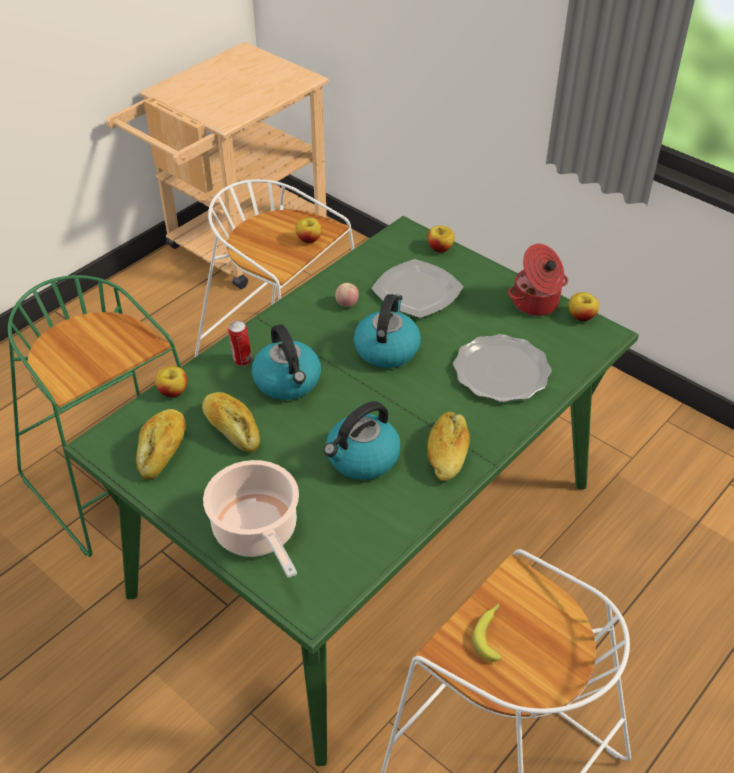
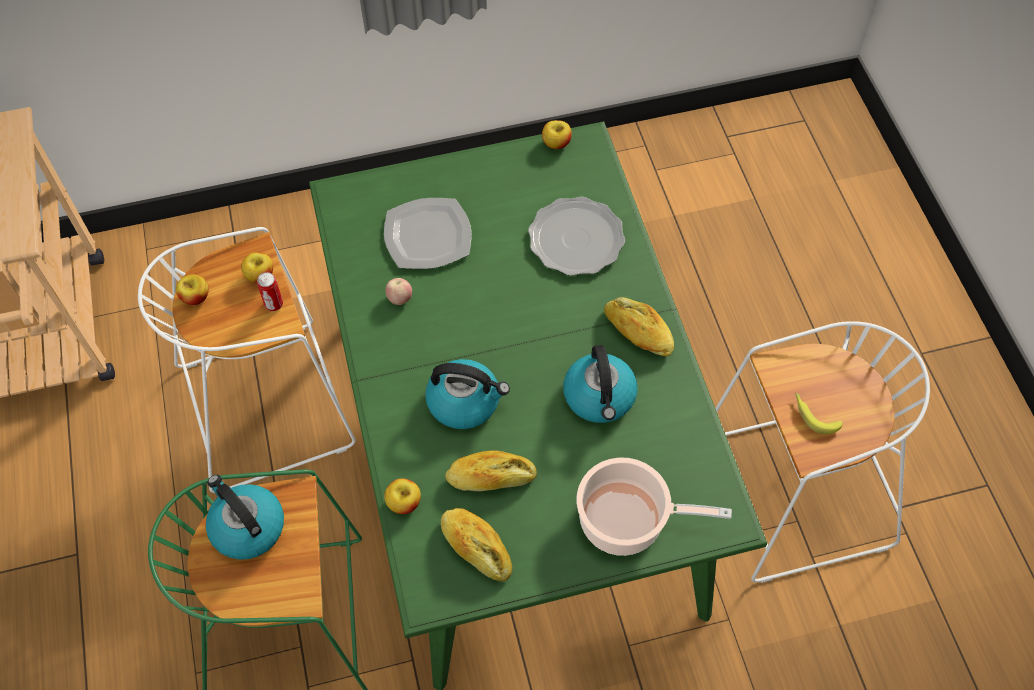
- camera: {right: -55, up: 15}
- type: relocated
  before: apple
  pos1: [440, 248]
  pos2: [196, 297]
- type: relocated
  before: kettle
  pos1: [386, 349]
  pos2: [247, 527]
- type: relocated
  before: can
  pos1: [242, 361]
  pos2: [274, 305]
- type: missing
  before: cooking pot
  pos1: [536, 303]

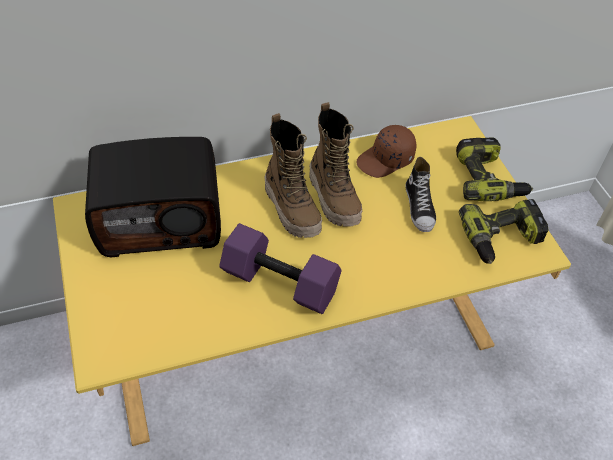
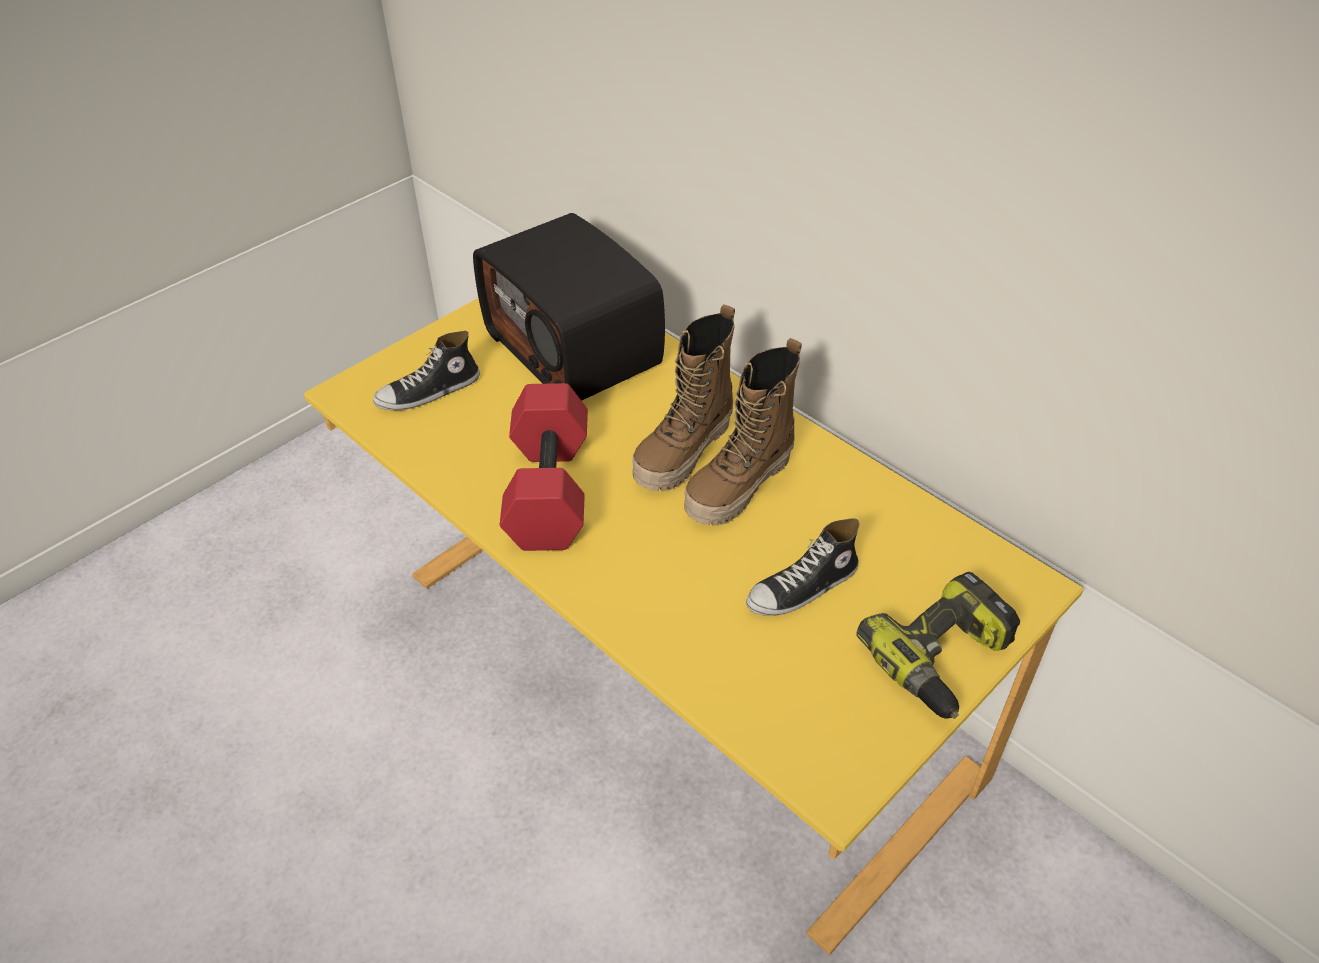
- camera: {right: 65, up: -5}
- type: appeared
  after: shoe
  pos2: [429, 392]
- type: colour
  before: dumbbell (purple)
  after: dumbbell (red)
  pos1: [278, 283]
  pos2: [546, 489]
- type: missing
  before: cap (brown)
  pos1: [386, 160]
- type: missing
  before: power drill
  pos1: [501, 239]

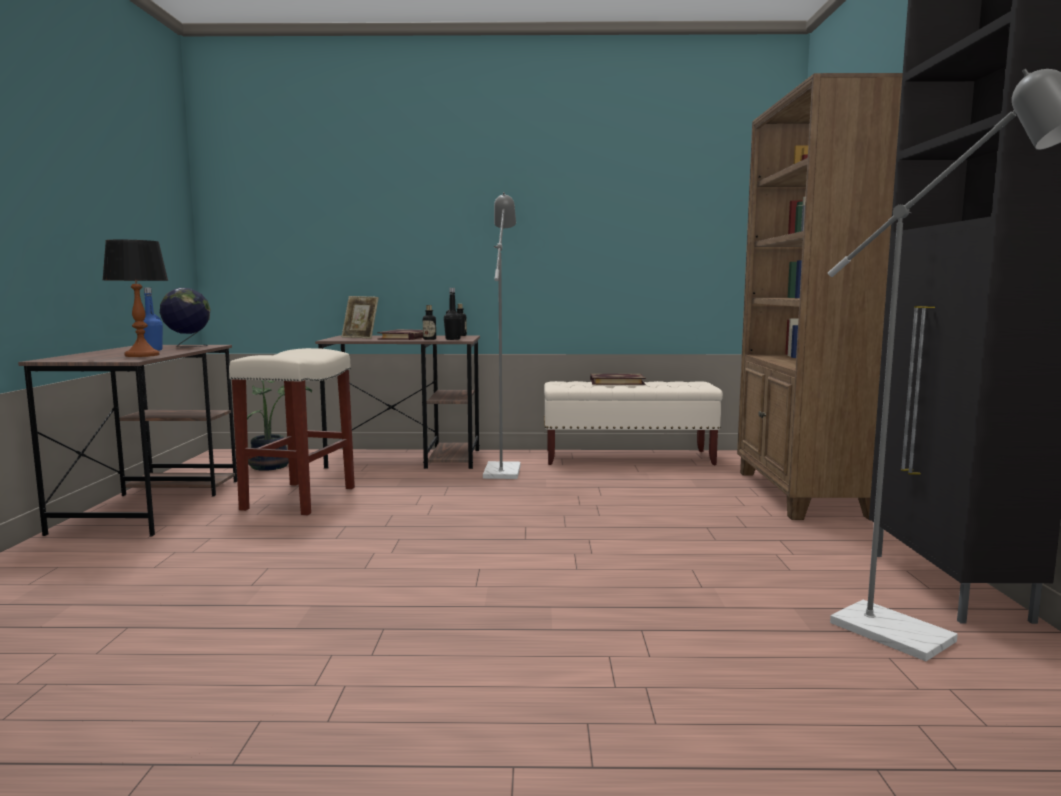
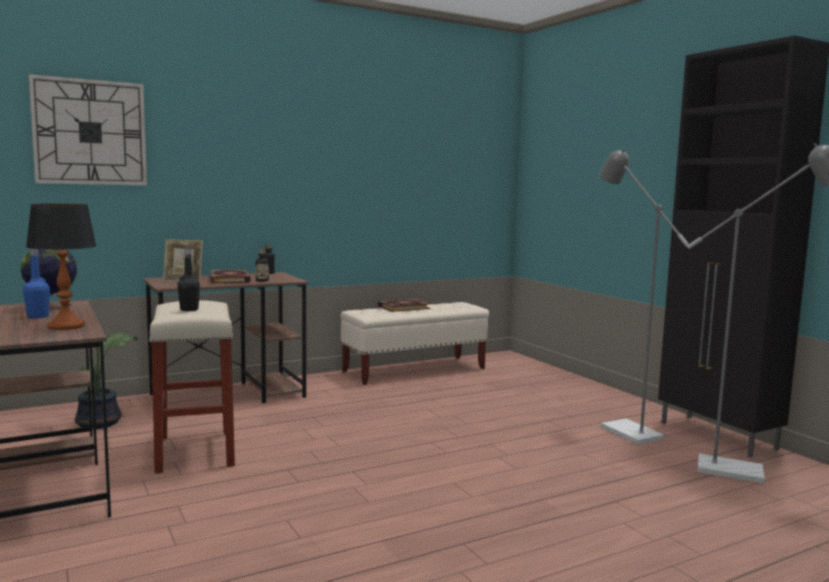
- camera: {right: -30, up: 0}
- type: appeared
  after: wall clock
  pos2: [90, 132]
- type: relocated
  before: bottle (black)
  pos1: [453, 339]
  pos2: [189, 310]
- type: relocated
  before: floor lamp (grey)
  pos1: [502, 469]
  pos2: [623, 429]
- type: missing
  before: bookcase (brown)
  pos1: [801, 494]

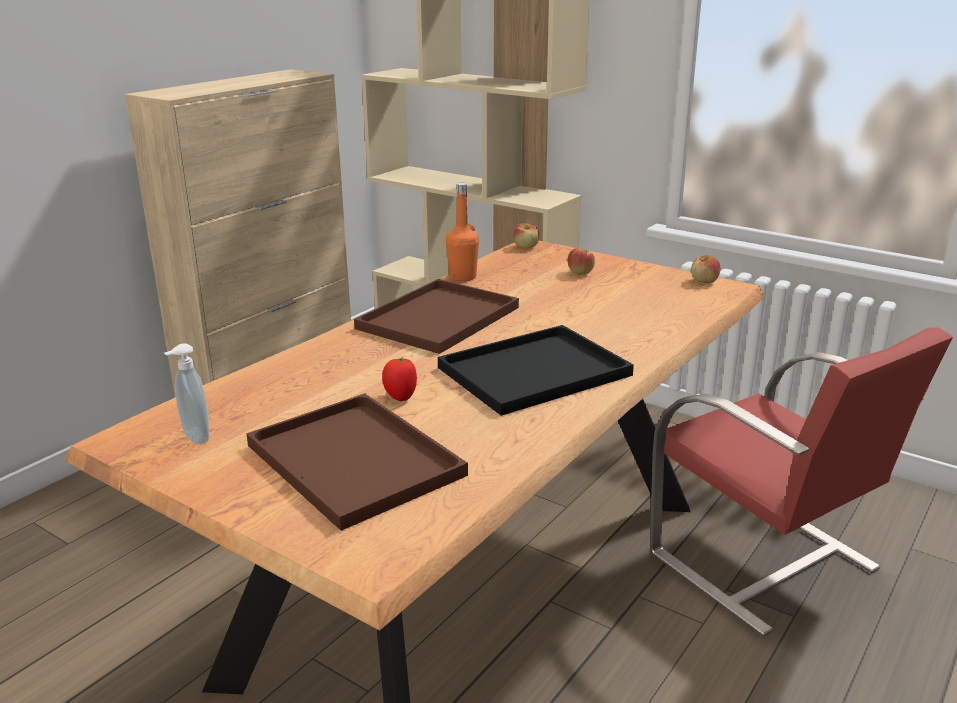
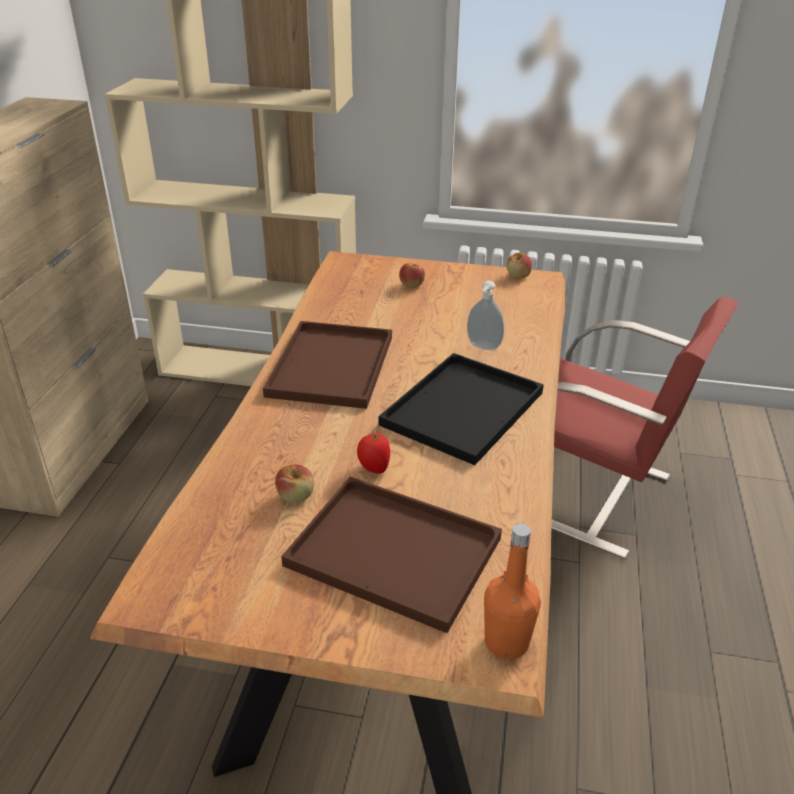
- camera: {right: -25, up: 10}
- type: relocated
  before: apple
  pos1: [526, 246]
  pos2: [296, 496]
- type: relocated
  before: soap dispenser
  pos1: [194, 438]
  pos2: [483, 347]
- type: relocated
  before: bottle (orange)
  pos1: [462, 277]
  pos2: [506, 642]

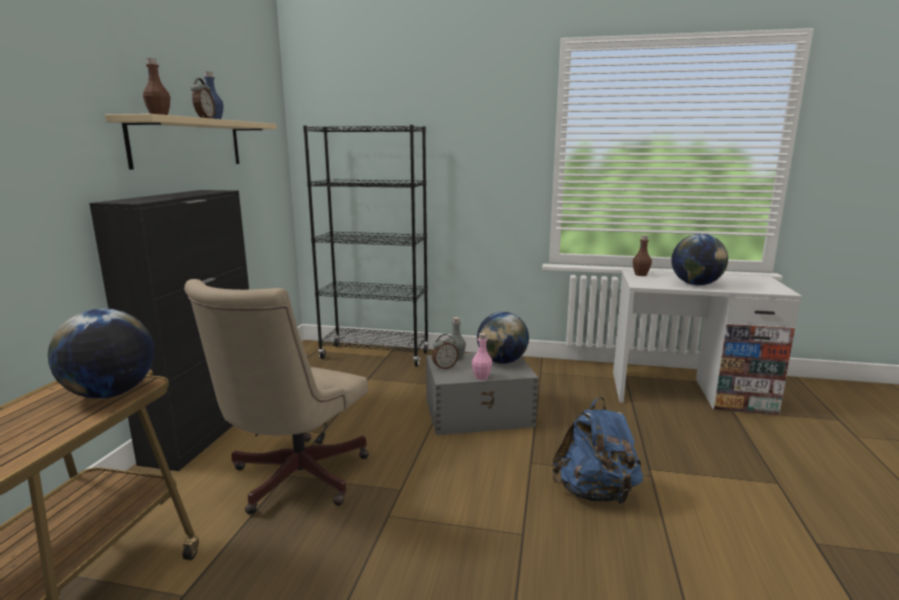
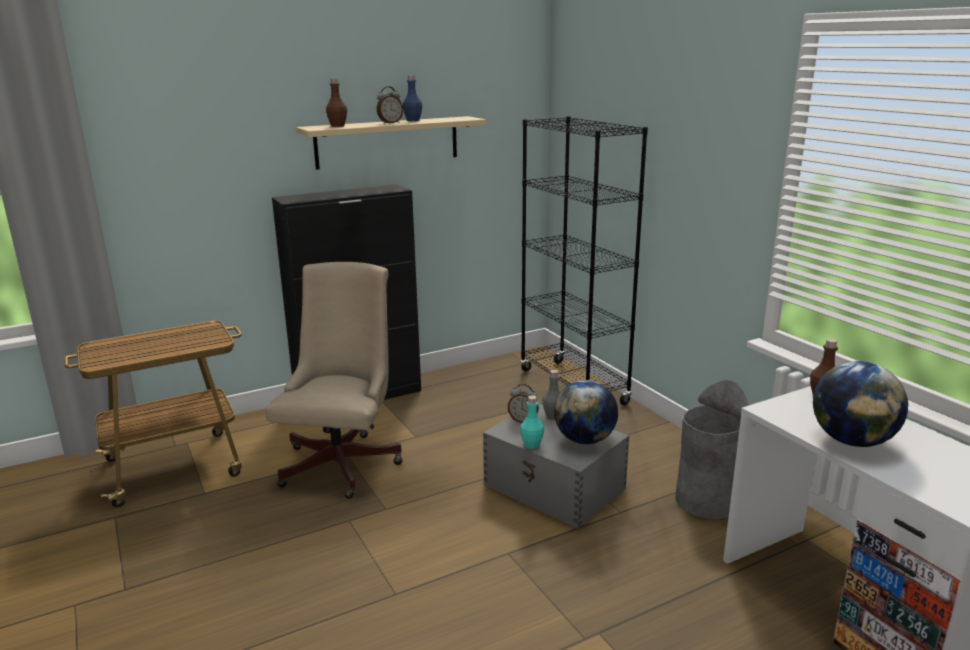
- camera: {right: 50, up: 5}
- type: spun
  before: office chair (beige)
  pos1: [293, 480]
  pos2: [344, 461]
  turn: 120
- type: colour
  before: bottle (pink)
  after: bottle (turquoise)
  pos1: [481, 377]
  pos2: [531, 445]
- type: appeared
  after: trash can (grey)
  pos2: [706, 501]
- type: missing
  before: globe
  pos1: [111, 394]
- type: missing
  before: backpack (blue)
  pos1: [595, 493]

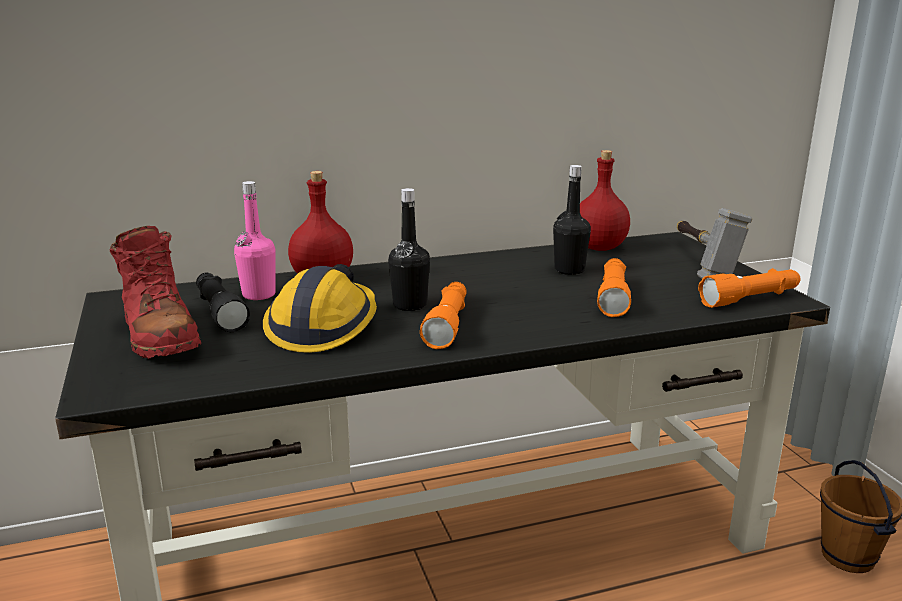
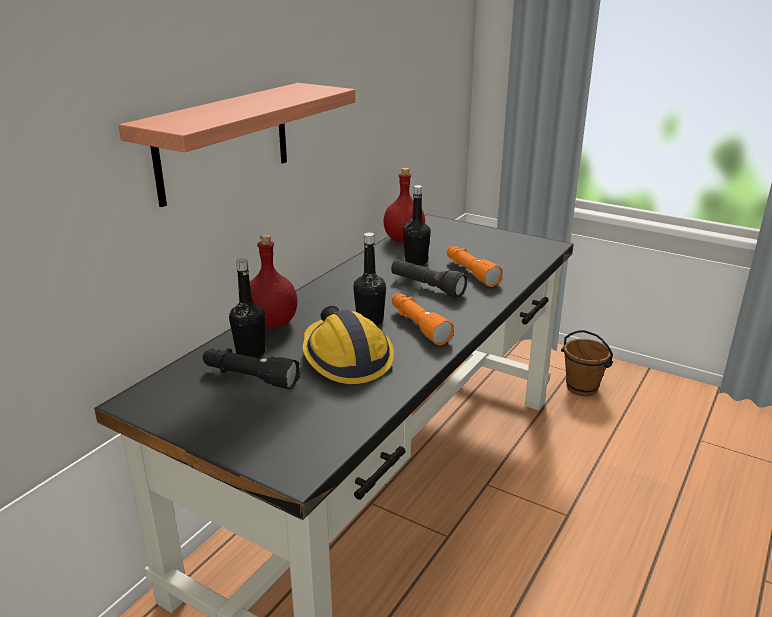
- camera: {right: -40, up: 5}
- type: appeared
  after: shelf
  pos2: [224, 142]
- type: colour
  before: bottle (pink)
  after: bottle (black)
  pos1: [259, 295]
  pos2: [250, 353]
- type: appeared
  after: flashlight (black)
  pos2: [426, 287]
- type: missing
  before: boot (red)
  pos1: [159, 335]
- type: missing
  before: hammer
  pos1: [701, 266]
- type: missing
  before: flashlight (orange)
  pos1: [750, 299]

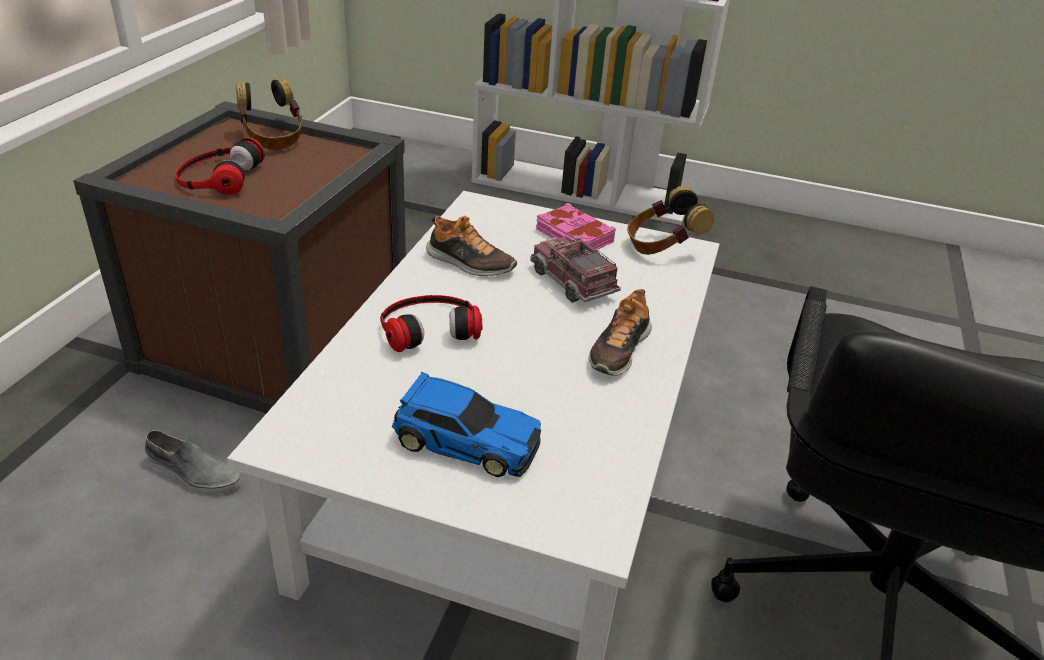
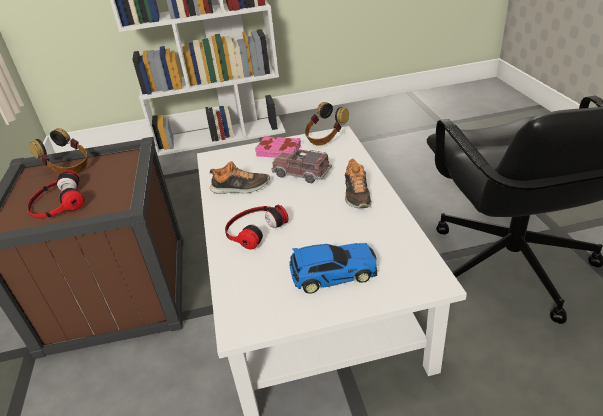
- camera: {right: -25, up: 0}
- type: missing
  before: shoe (grey)
  pos1: [193, 473]

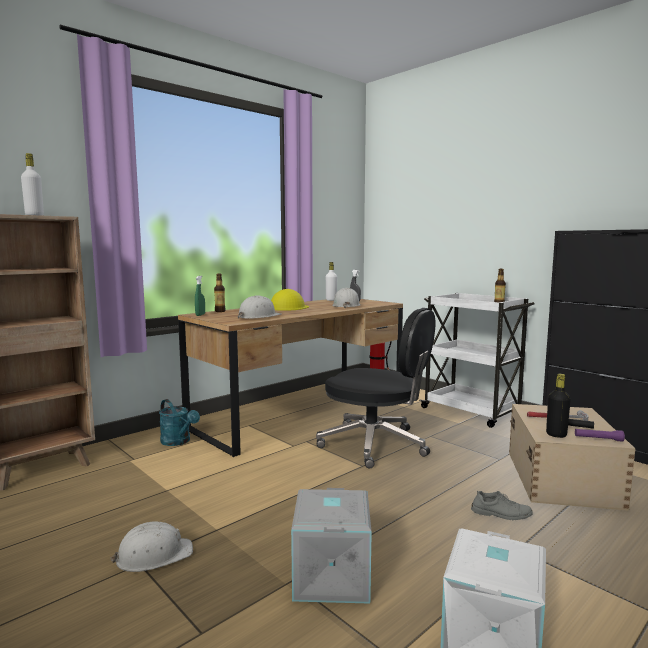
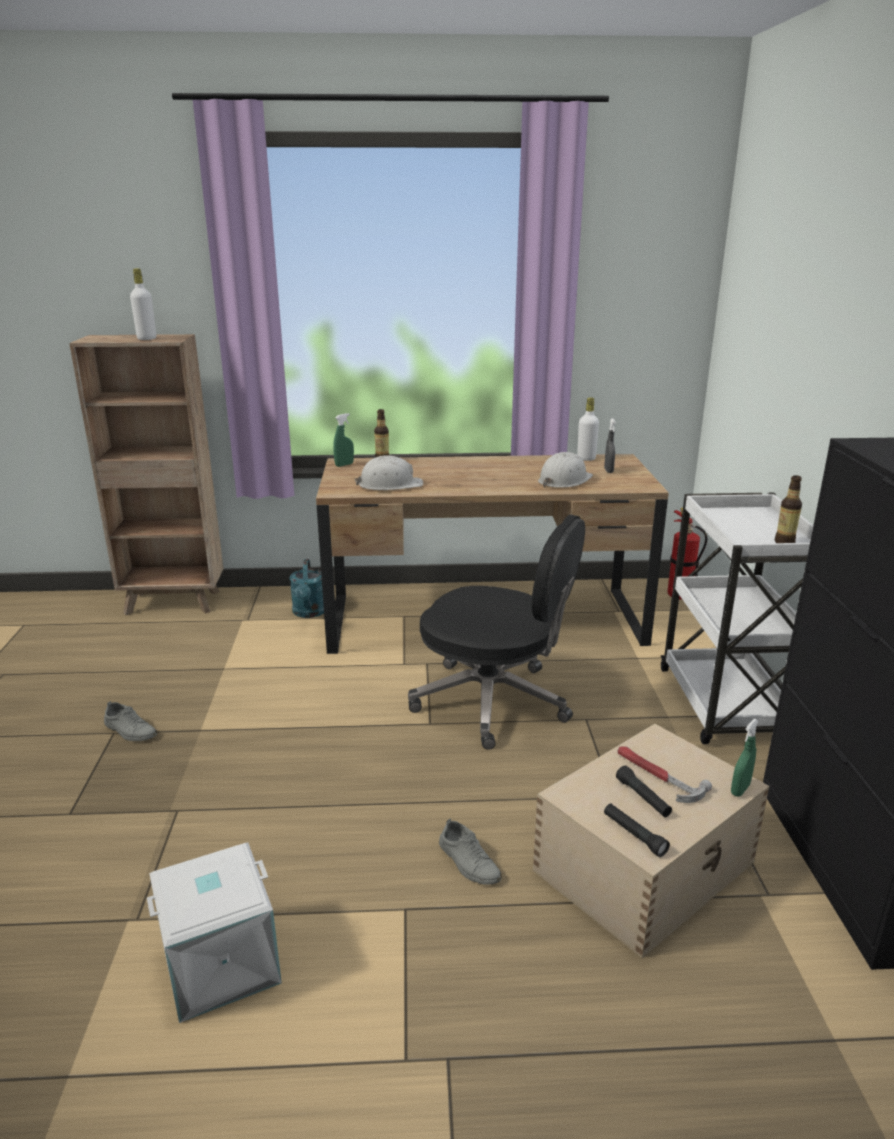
- camera: {right: 40, up: 15}
- type: exchanged
  before: hard hat (white)
  after: shoe (grey)
  pos1: [154, 555]
  pos2: [130, 730]
- type: spun
  before: office chair (black)
  pos1: [375, 444]
  pos2: [494, 702]
  turn: -45
- type: colour
  before: flashlight (purple)
  after: flashlight (black)
  pos1: [598, 439]
  pos2: [634, 835]
- type: appeared
  after: spray bottle (green)
  pos2: [740, 789]
- type: missing
  before: hard hat (yellow)
  pos1: [288, 307]
- type: missing
  before: storage box (grey)
  pos1: [330, 576]
- type: missing
  before: bottle (black)
  pos1: [556, 435]

